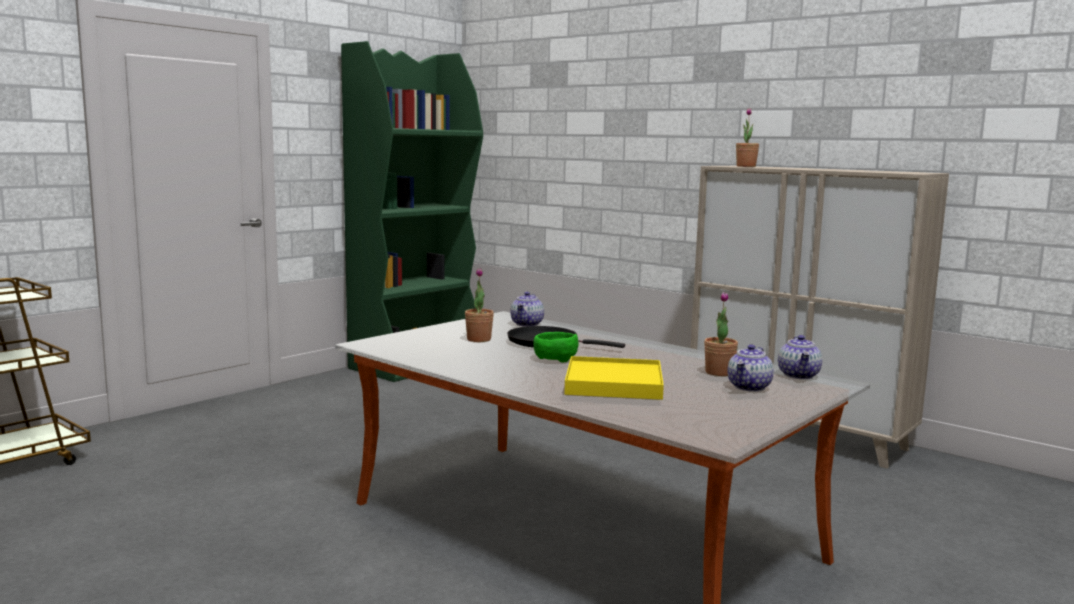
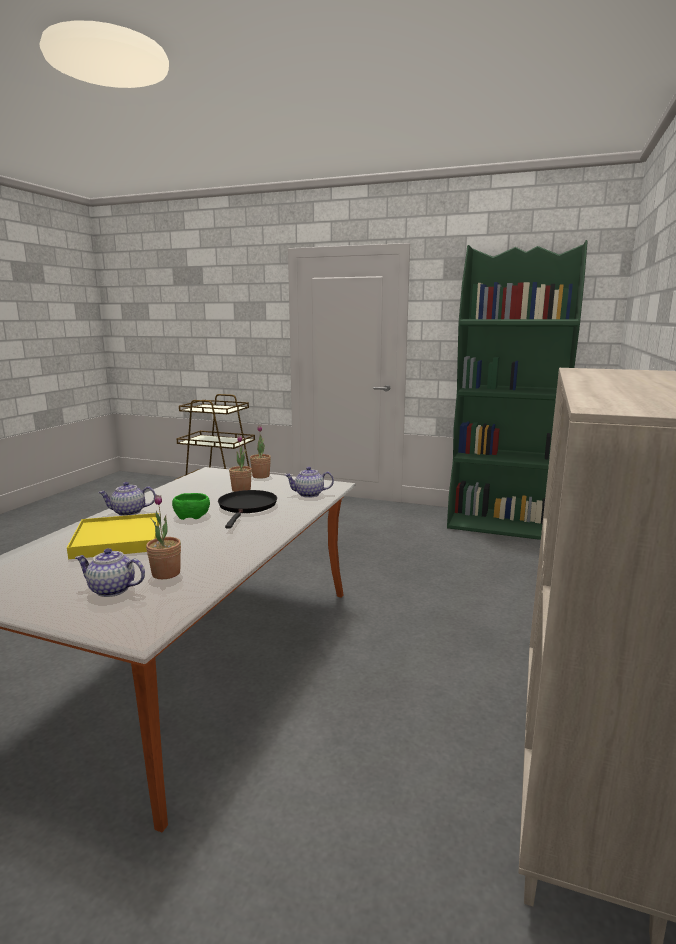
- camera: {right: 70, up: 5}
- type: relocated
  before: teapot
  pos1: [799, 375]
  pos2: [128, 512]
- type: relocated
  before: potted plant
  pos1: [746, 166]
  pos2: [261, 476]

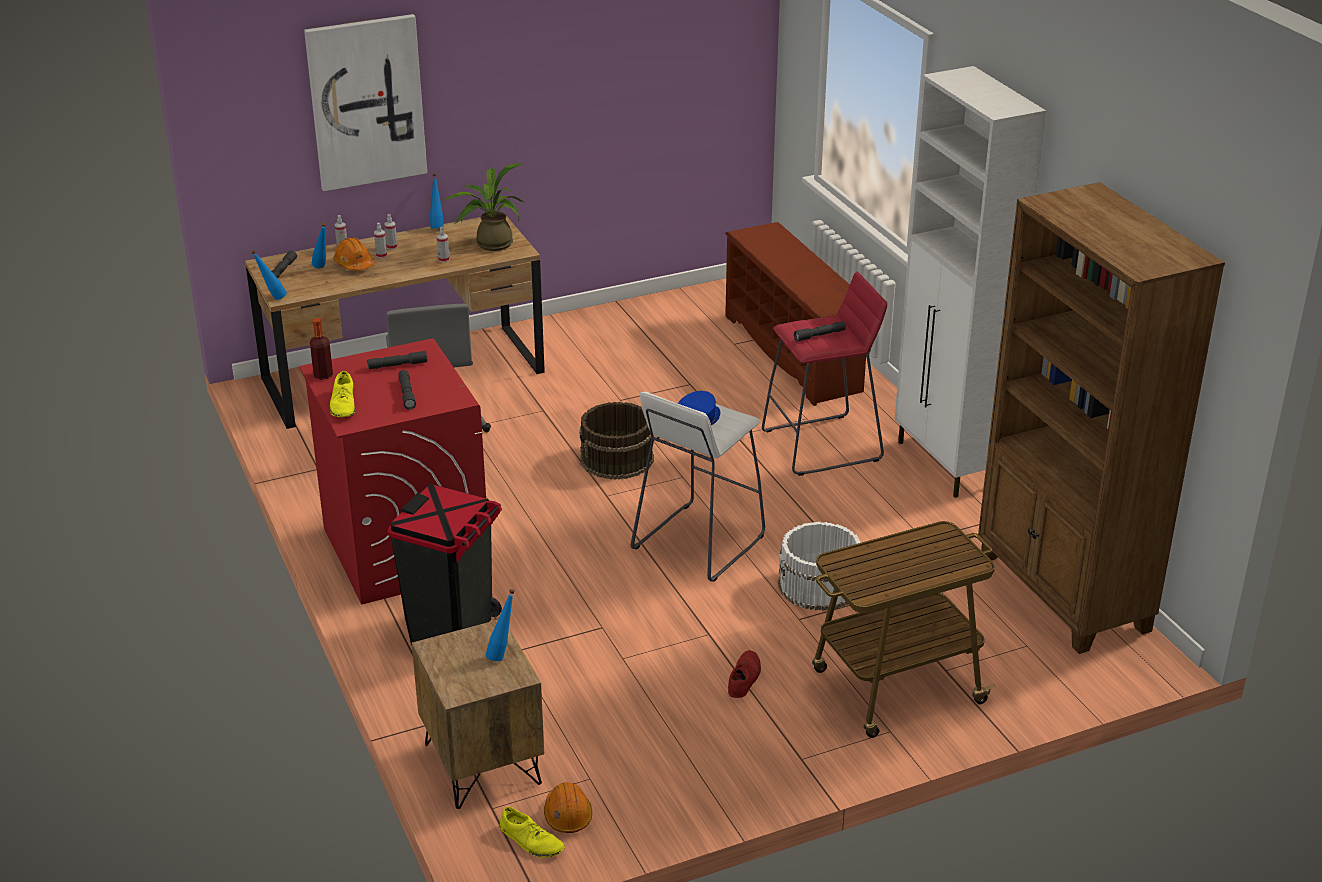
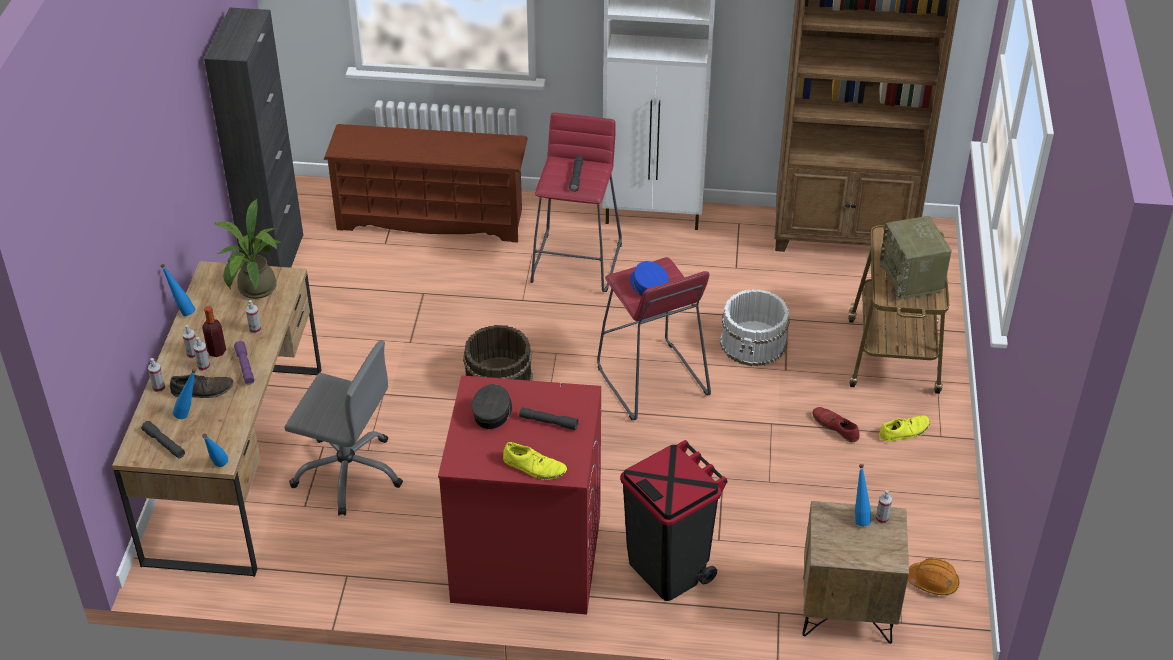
- camera: {right: -60, up: 10}
- type: exchanged
  before: hard hat (orange)
  after: shoe (brown)
  pos1: [354, 264]
  pos2: [202, 390]
- type: relocated
  before: bottle
  pos1: [323, 375]
  pos2: [217, 351]
- type: appeared
  after: cabinet (black)
  pos2: [275, 260]
- type: appeared
  after: flashlight (purple)
  pos2: [245, 366]
- type: exchanged
  before: flashlight (grey)
  after: cap (grey)
  pos1: [397, 365]
  pos2: [492, 412]
- type: colour
  before: stool (white)
  after: stool (red)
  pos1: [697, 542]
  pos2: [652, 382]
- type: appeared
  after: spray bottle
  pos2: [882, 519]
- type: relocated
  before: shoe (yellow)
  pos1: [531, 840]
  pos2: [904, 431]
- type: appeared
  after: radio
  pos2: [912, 279]
- type: missing
  before: picture
  pos1: [366, 102]

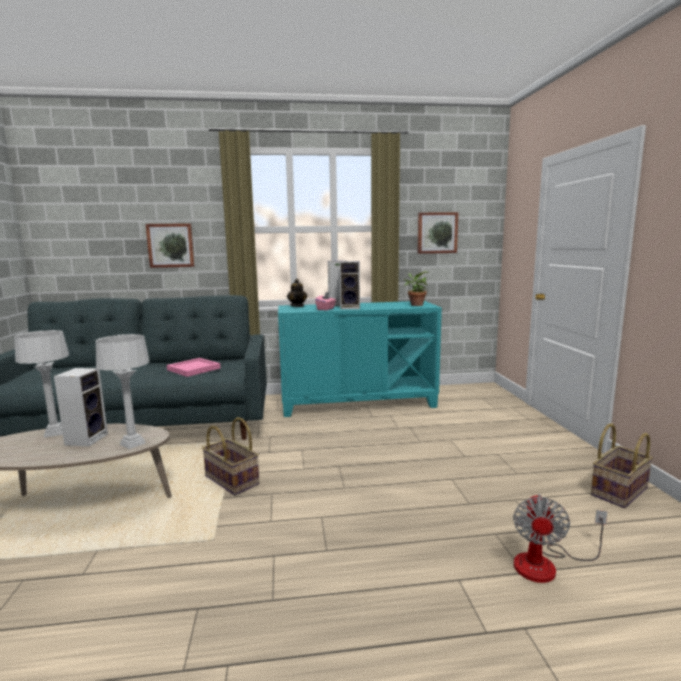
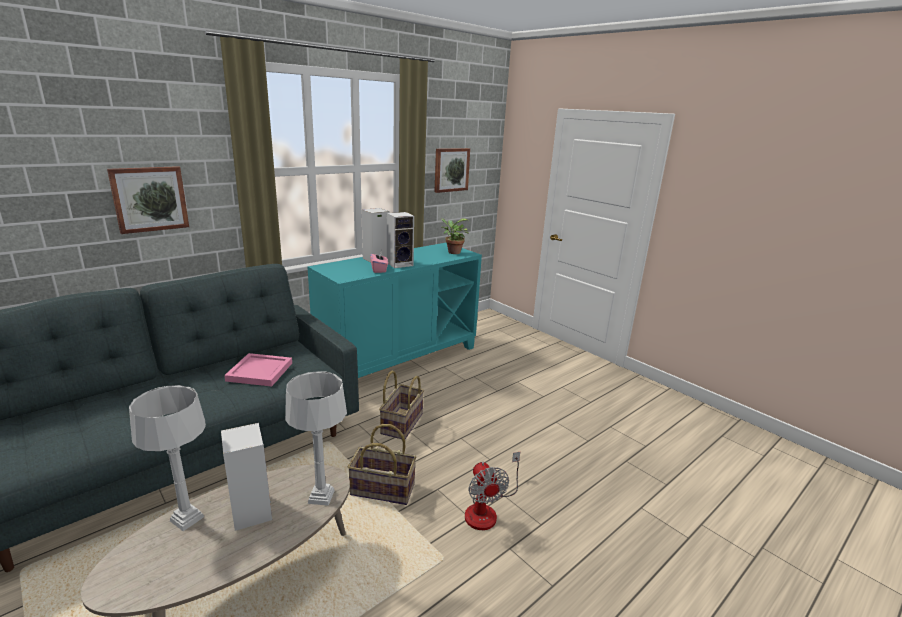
- camera: {right: -35, up: 10}
- type: relocated
  before: basket
  pos1: [618, 491]
  pos2: [401, 423]
- type: relocated
  before: fan
  pos1: [546, 564]
  pos2: [487, 510]
- type: missing
  before: teapot
  pos1: [297, 306]

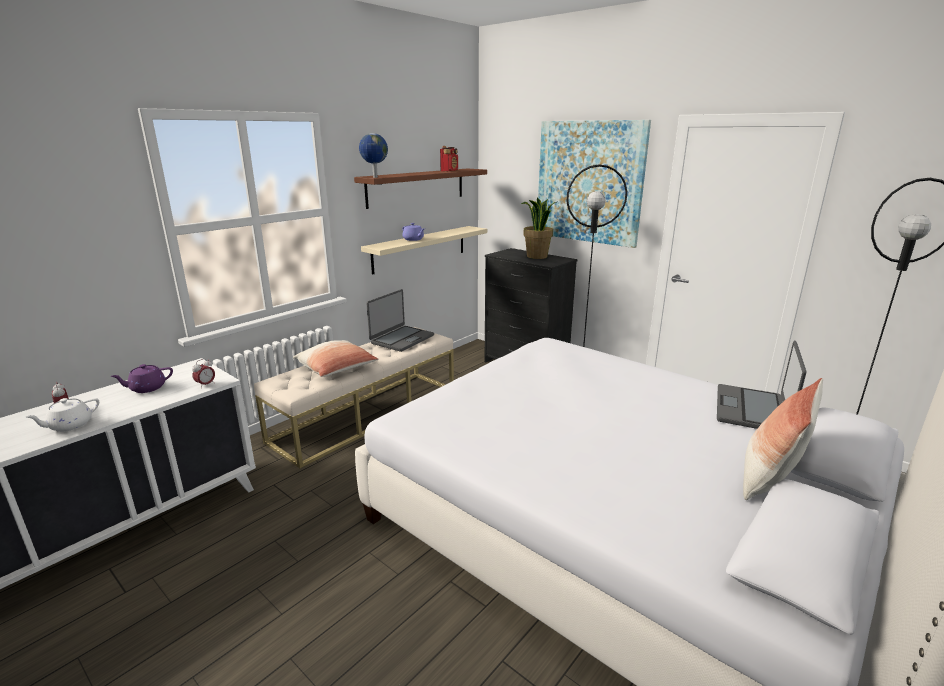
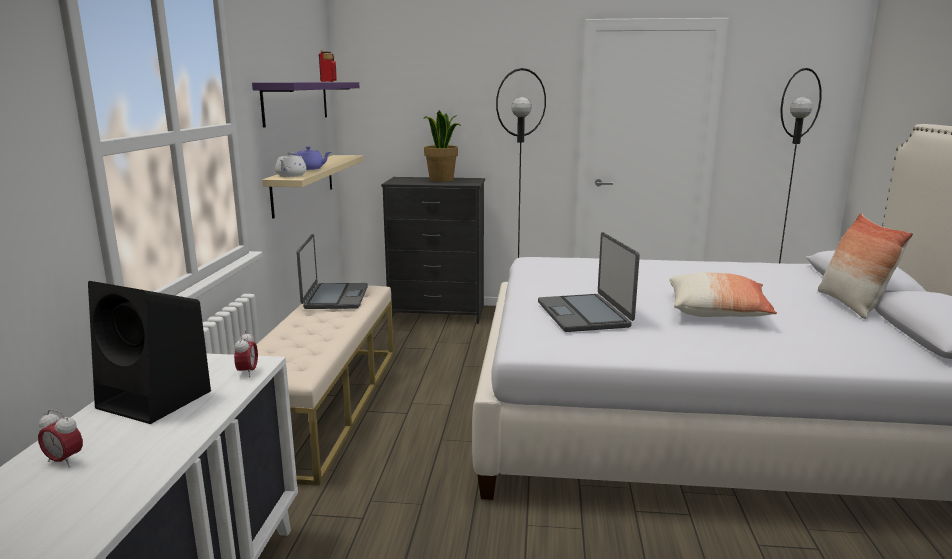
- camera: {right: -35, up: -5}
- type: exchanged
  before: teapot (purple)
  after: speaker (black)
  pos1: [147, 388]
  pos2: [157, 400]
- type: colour
  before: shelf (brown)
  after: shelf (purple)
  pos1: [417, 187]
  pos2: [296, 102]
- type: relocated
  before: teapot (white)
  pos1: [69, 425]
  pos2: [291, 175]
- type: relocated
  before: laptop
  pos1: [752, 410]
  pos2: [584, 314]
- type: relocated
  before: pillow
  pos1: [337, 369]
  pos2: [717, 312]
- type: missing
  before: globe
  pos1: [374, 177]
- type: missing
  before: picture
  pos1: [589, 182]

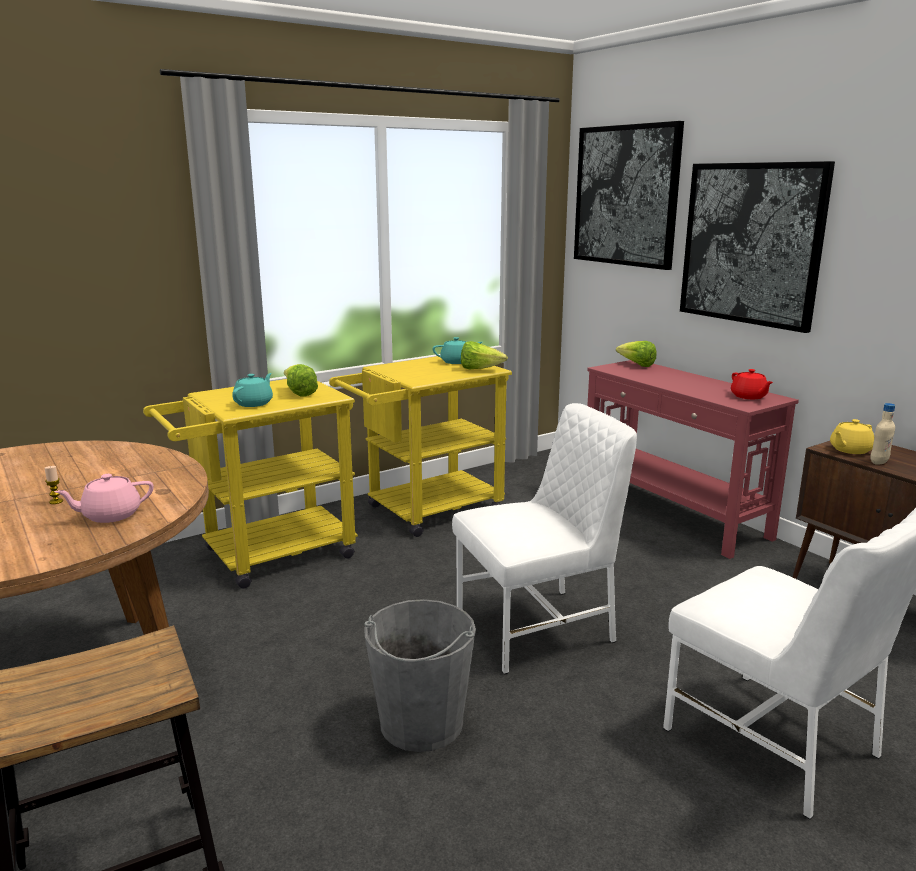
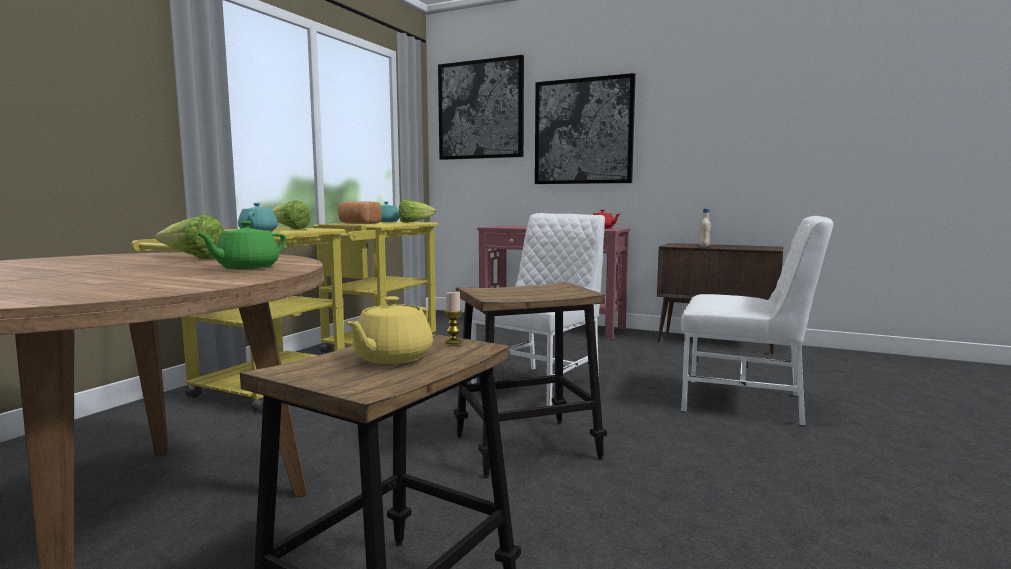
- camera: {right: -30, up: -10}
- type: relocated
  before: lettuce
  pos1: [636, 365]
  pos2: [194, 259]
- type: colour
  before: teapot (pink)
  after: teapot (green)
  pos1: [110, 515]
  pos2: [246, 267]
- type: appeared
  after: bread
  pos2: [358, 223]
- type: relocated
  before: teapot (yellow)
  pos1: [849, 450]
  pos2: [391, 358]
- type: relocated
  before: candle
  pos1: [56, 501]
  pos2: [453, 342]
- type: exchanged
  before: bucket (grey)
  after: stool
  pos1: [421, 723]
  pos2: [526, 447]

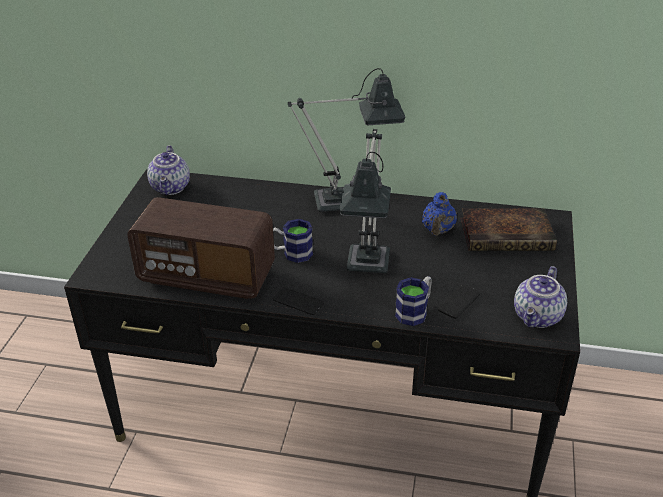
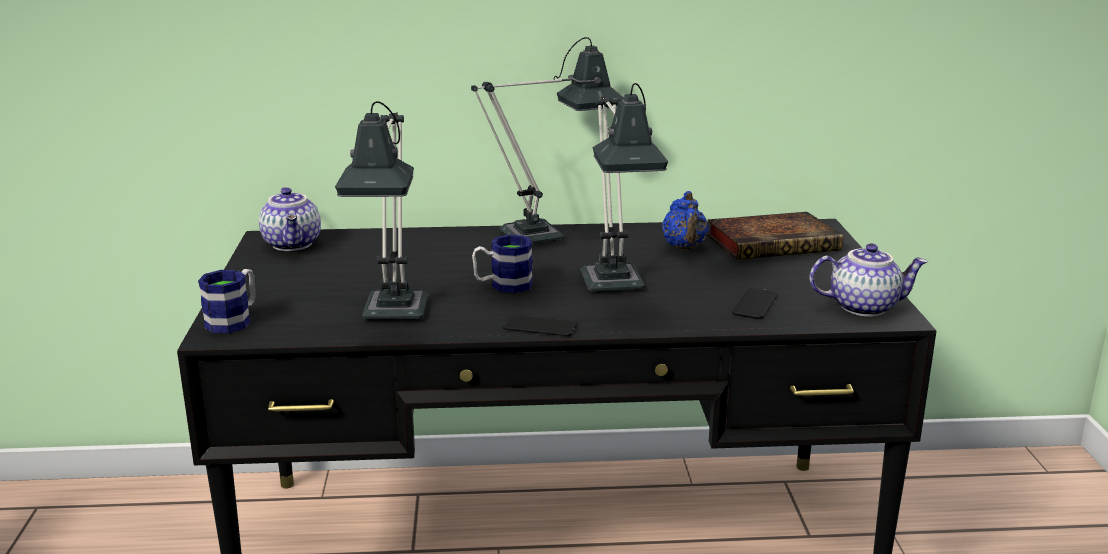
- camera: {right: -15, up: -15}
- type: relocated
  before: mug
  pos1: [415, 311]
  pos2: [234, 320]
- type: exchanged
  before: radio
  after: table lamp
  pos1: [207, 276]
  pos2: [393, 317]
- type: spun
  before: teapot
  pos1: [538, 317]
  pos2: [864, 306]
  turn: -105

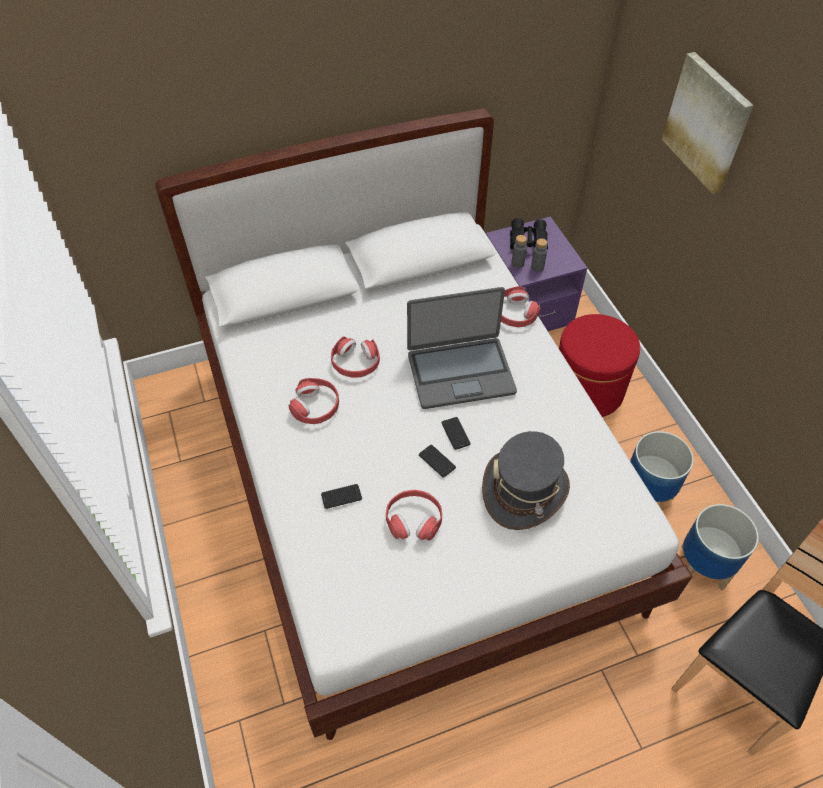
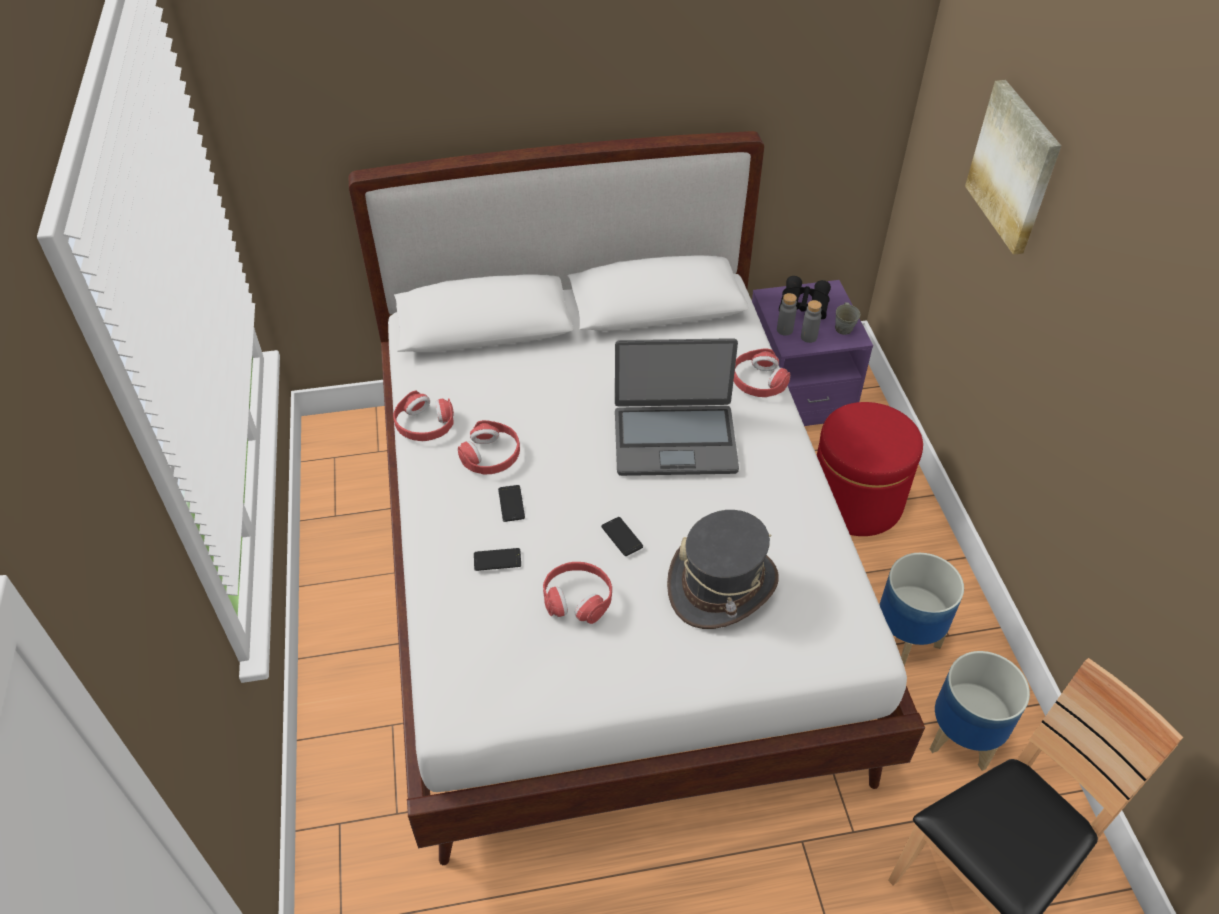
- camera: {right: 10, up: -5}
- type: relocated
  before: headphones (red)
  pos1: [355, 362]
  pos2: [425, 424]
- type: relocated
  before: phone
  pos1: [455, 433]
  pos2: [511, 503]
- type: appeared
  after: mug (grey)
  pos2: [844, 328]

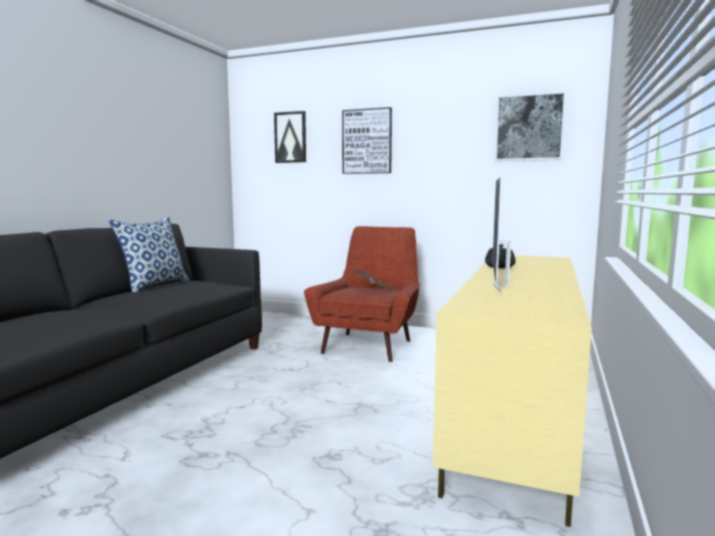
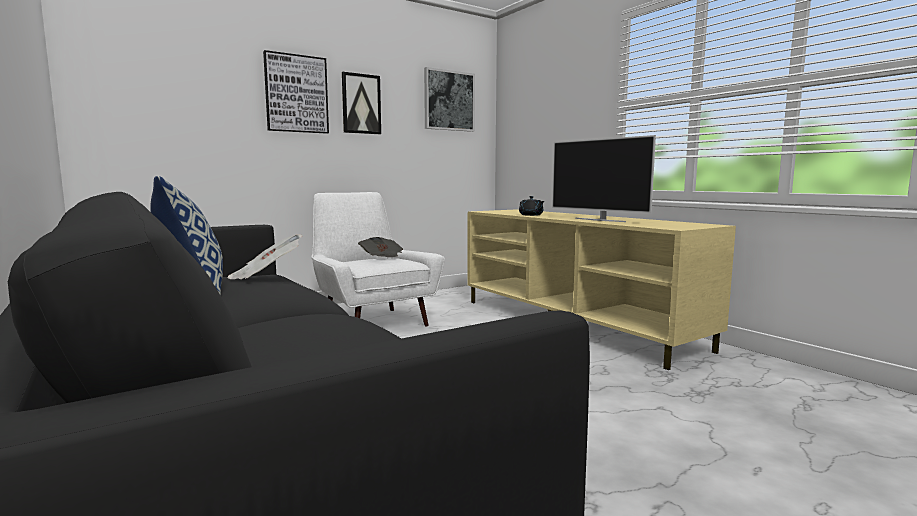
- camera: {right: -55, up: 0}
- type: appeared
  after: newspaper
  pos2: [266, 276]
- type: colour
  before: armchair (red)
  after: armchair (white)
  pos1: [369, 344]
  pos2: [372, 321]
- type: relocated
  before: picture
  pos1: [290, 137]
  pos2: [361, 104]

